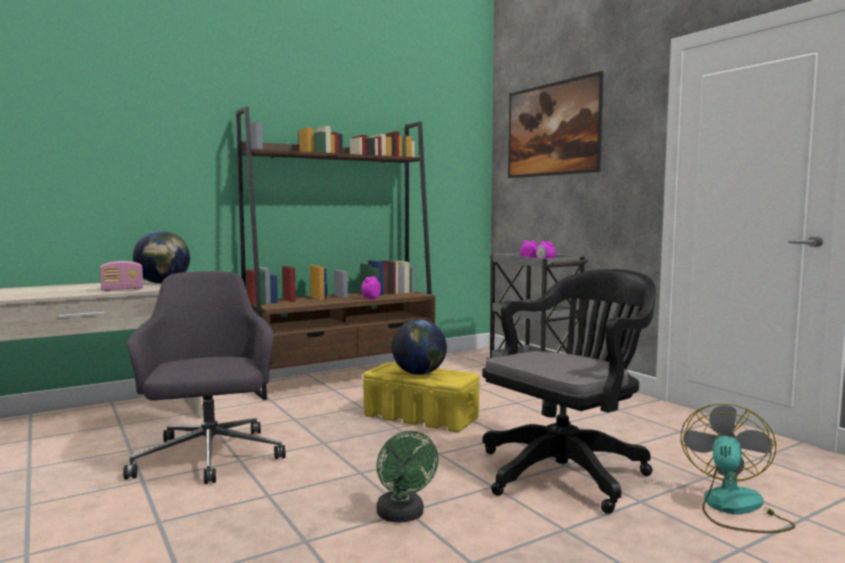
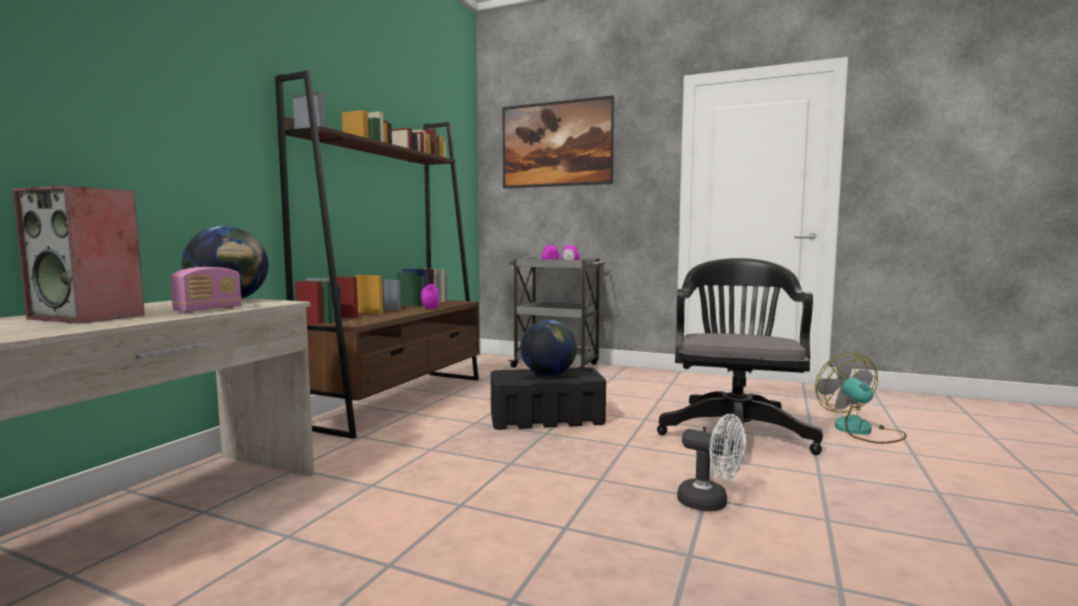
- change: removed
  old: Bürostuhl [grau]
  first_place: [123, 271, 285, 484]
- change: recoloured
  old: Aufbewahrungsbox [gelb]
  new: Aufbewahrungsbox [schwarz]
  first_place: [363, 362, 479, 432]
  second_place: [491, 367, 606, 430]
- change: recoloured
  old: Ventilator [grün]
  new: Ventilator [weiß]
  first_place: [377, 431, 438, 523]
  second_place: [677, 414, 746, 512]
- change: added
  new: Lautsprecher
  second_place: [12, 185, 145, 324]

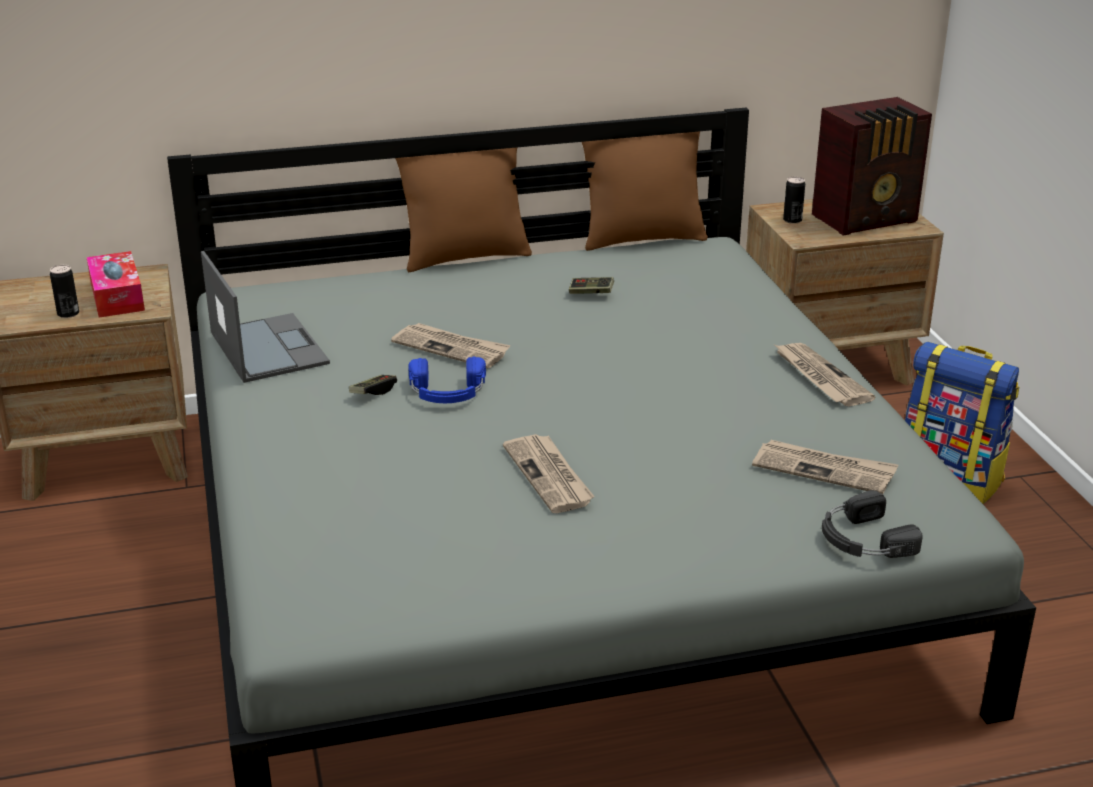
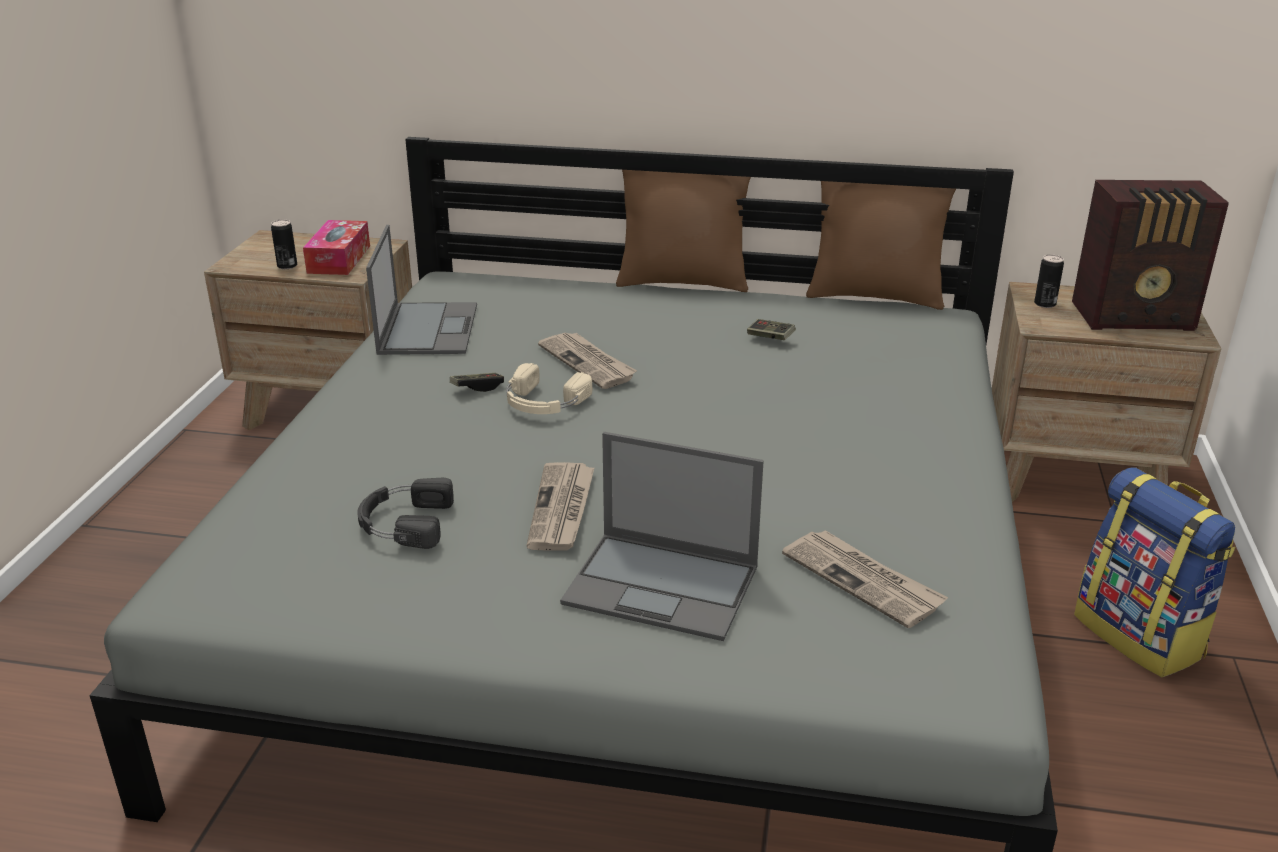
- change: removed
  old: Zeitung
  first_place: [775, 343, 876, 407]
- change: recoloured
  old: Kopfhörer [blau]
  new: Kopfhörer [beige]
  first_place: [408, 356, 486, 403]
  second_place: [506, 363, 592, 414]
- change: moved
  old: Kopfhörer [schwarz]
  first_place: [822, 490, 923, 558]
  second_place: [357, 478, 454, 549]
- change: added
  new: Laptop
  second_place: [560, 432, 764, 641]

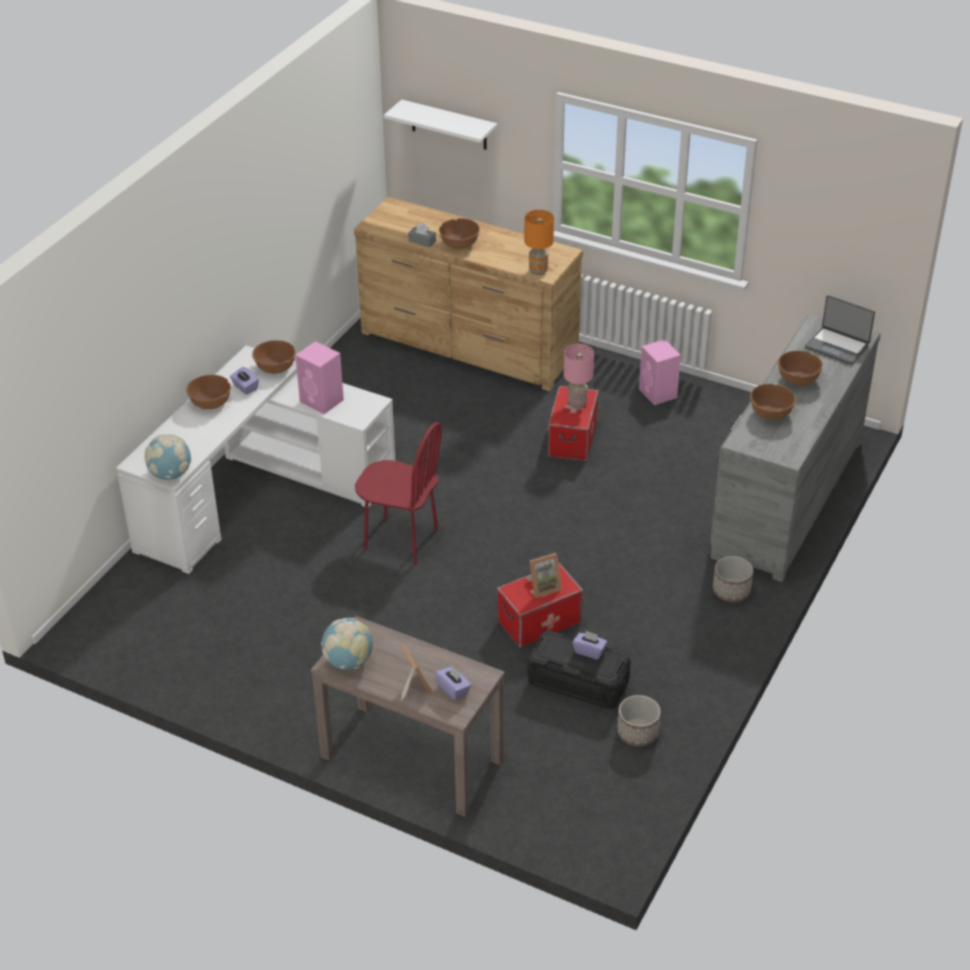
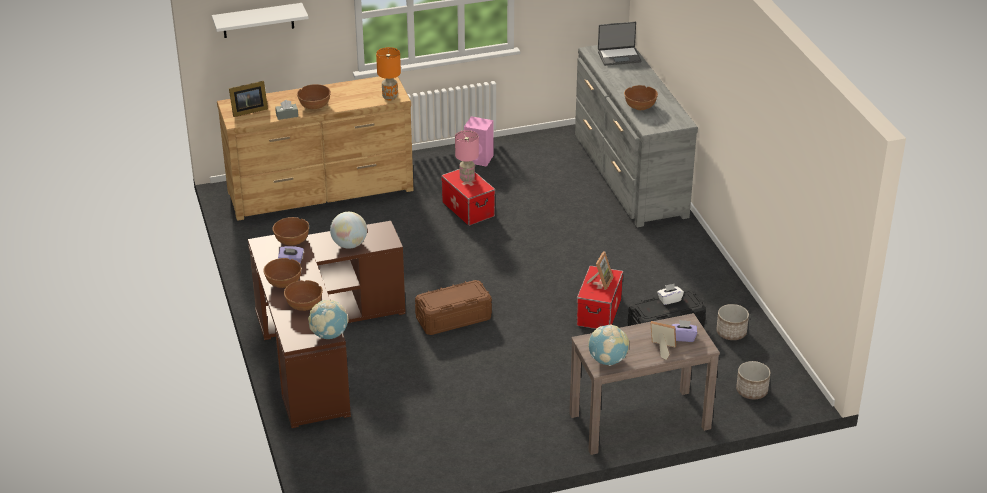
- change: replaced
  old: Lautsprecher [rosa]
  new: Globus
  first_place: [295, 341, 344, 414]
  second_place: [330, 212, 367, 249]
- change: recoloured
  old: Schreibtisch [weiß]
  new: Schreibtisch [braun]
  first_place: [116, 346, 395, 574]
  second_place: [248, 221, 406, 428]
- change: moved
  old: Schüssel [braun]
  first_place: [778, 350, 823, 386]
  second_place: [284, 280, 323, 311]
- change: replaced
  old: Stuhl [rot]
  new: Aufbewahrungsbox [braun]
  first_place: [355, 422, 442, 565]
  second_place: [415, 280, 492, 335]
- change: moved
  old: Pflanzkübel
  first_place: [713, 556, 753, 602]
  second_place: [736, 361, 770, 399]
- change: recoloured
  old: Taschentuchbox [lila]
  new: Taschentuchbox [weiß]
  first_place: [572, 631, 607, 660]
  second_place: [657, 283, 684, 305]
- change: added
  new: Bilderrahmen
  second_place: [229, 81, 268, 117]

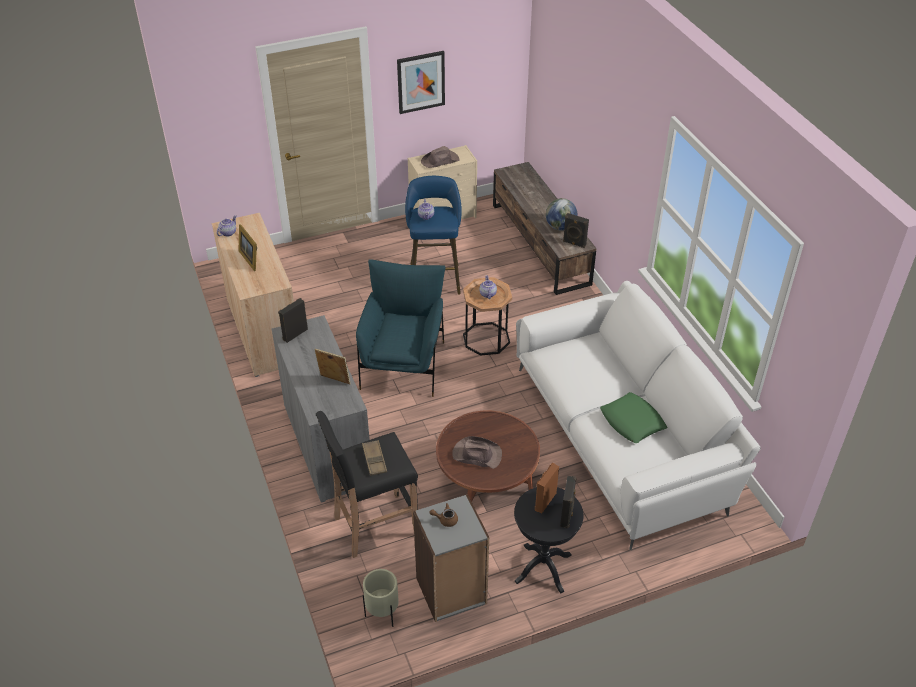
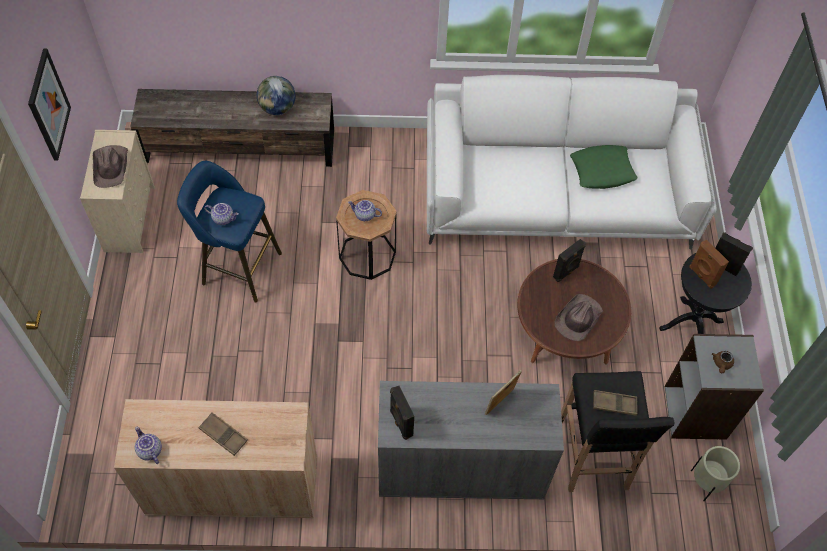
- change: moved
  old: Lautsprecher [schwarz]
  first_place: [563, 213, 589, 248]
  second_place: [553, 239, 586, 282]
- change: replaced
  old: Bilderrahmen
  new: Tablett [braun]
  first_place: [239, 224, 257, 271]
  second_place: [198, 412, 248, 456]
- change: removed
  old: Sessel [blau]
  first_place: [356, 259, 445, 397]

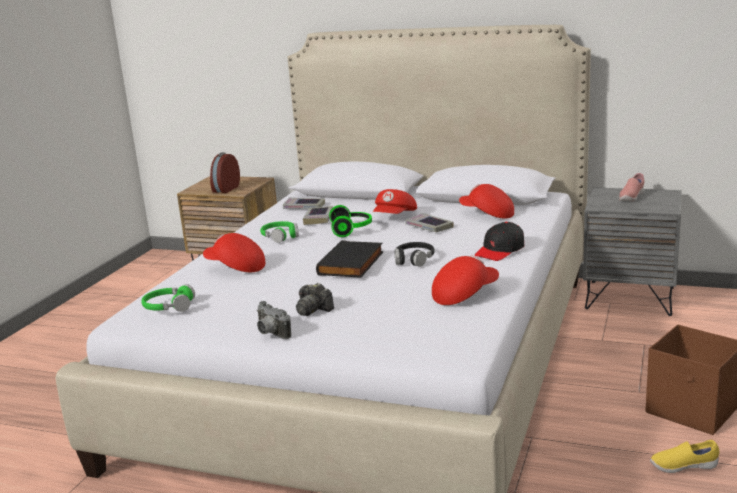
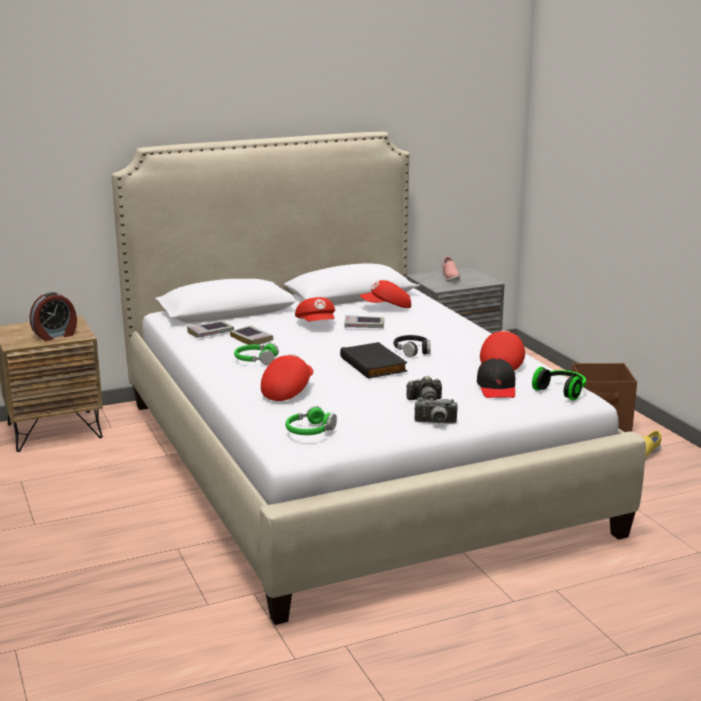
- change: turned
  old: Wecker
  first_place: [210, 152, 240, 193]
  second_place: [30, 292, 77, 341]
  degrees: -105
- change: moved
  old: Kopfhörer
  first_place: [329, 205, 372, 237]
  second_place: [532, 367, 586, 401]
- change: moved
  old: Kappe [schwarz]
  first_place: [474, 222, 524, 261]
  second_place: [477, 358, 515, 398]
- change: turned
  old: Kappe [rot]
  first_place: [203, 233, 265, 272]
  second_place: [261, 354, 313, 401]
  degrees: 135

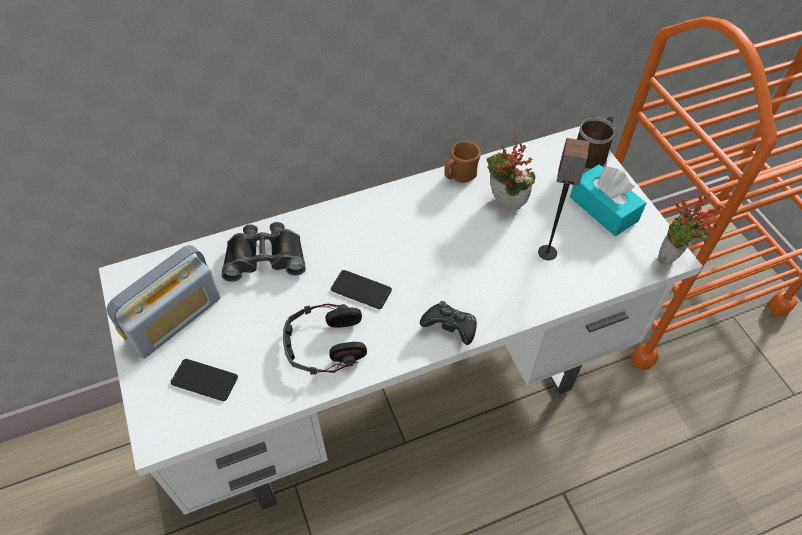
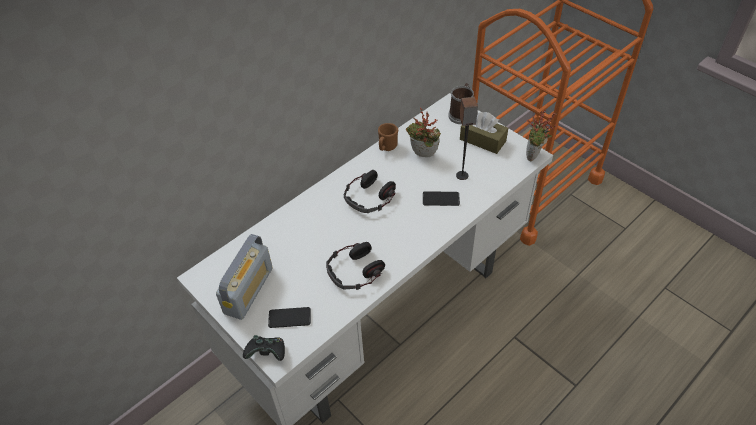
- change: recoloured
  old: Taschentuchbox [türkis]
  new: Taschentuchbox [braun]
  first_place: [570, 164, 646, 236]
  second_place: [460, 112, 508, 154]
- change: removed
  old: Fernglas [schwarz]
  first_place: [222, 222, 306, 282]
- change: moved
  old: Handy
  first_place: [331, 270, 392, 309]
  second_place: [423, 191, 460, 206]
- change: moved
  old: Gamepad [schwarz]
  first_place: [420, 301, 477, 345]
  second_place: [243, 335, 285, 361]
- change: added
  new: Kopfhörer
  second_place: [344, 170, 396, 213]

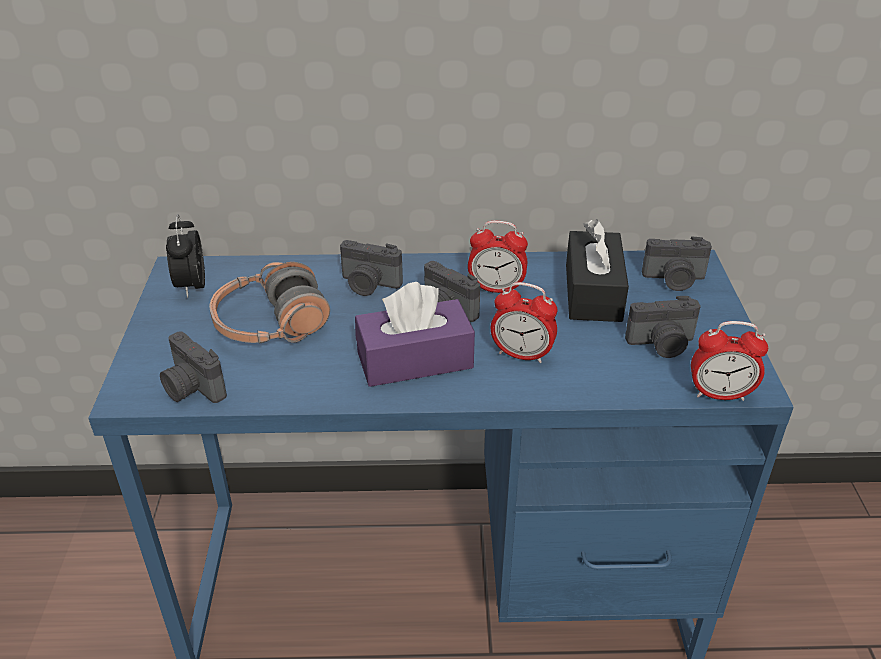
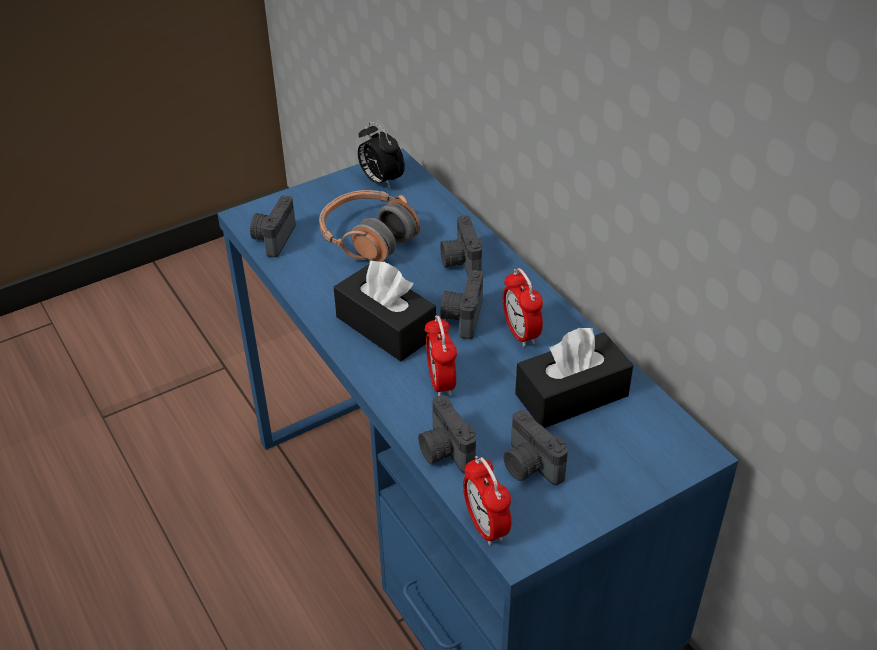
- change: turned
  old: Wecker
  first_place: [166, 214, 205, 298]
  second_place: [358, 121, 405, 189]
  degrees: -90
- change: moved
  old: Kamera
  first_place: [642, 236, 712, 291]
  second_place: [418, 395, 476, 473]
- change: recoloured
  old: Taschentuchbox [lila]
  new: Taschentuchbox [schwarz]
  first_place: [355, 282, 475, 387]
  second_place: [334, 260, 436, 361]

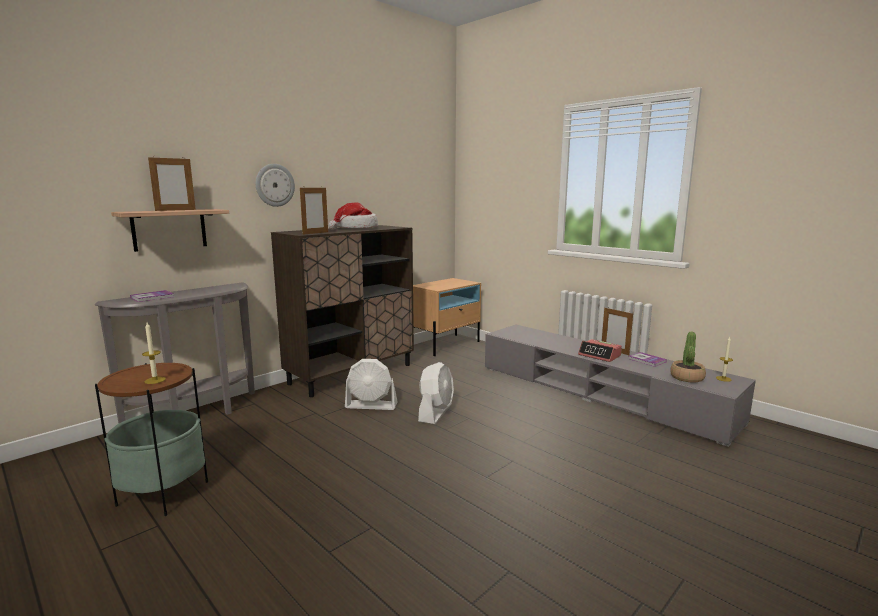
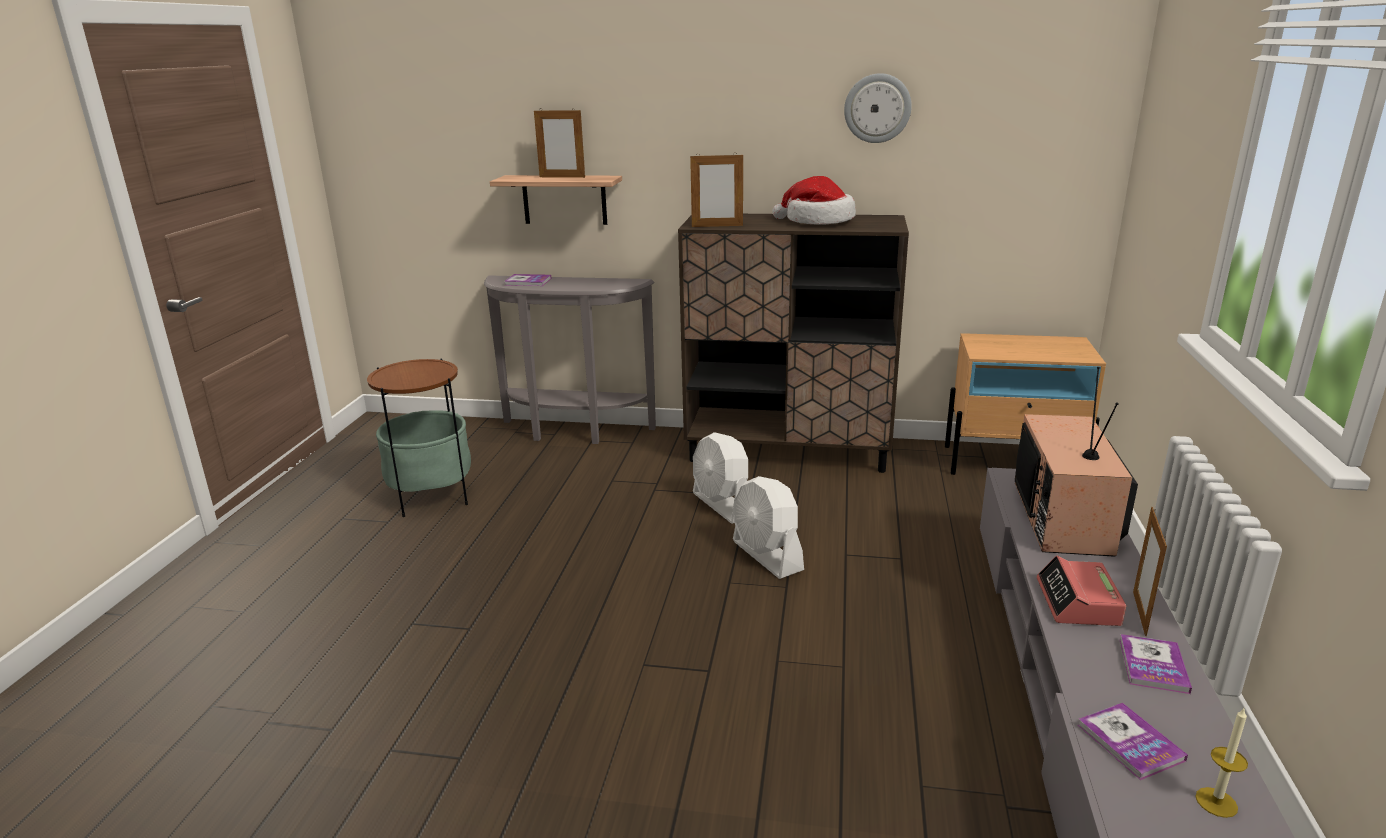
- change: moved
  old: Wanduhr
  first_place: [256, 164, 295, 207]
  second_place: [844, 73, 912, 143]
- change: removed
  old: Kerze
  first_place: [142, 322, 166, 384]
- change: replaced
  old: Topfpflanze
  new: Buch
  first_place: [670, 332, 706, 383]
  second_place: [1078, 703, 1188, 780]
- change: turned
  old: Ventilator [weiß]
  first_place: [418, 362, 454, 424]
  second_place: [733, 476, 804, 579]
  degrees: 75
- change: added
  new: Fernseher
  second_place: [1015, 367, 1138, 557]

